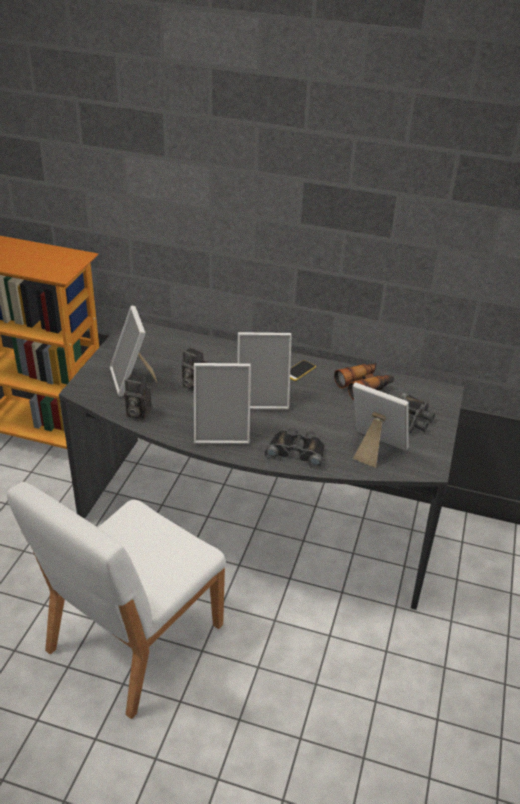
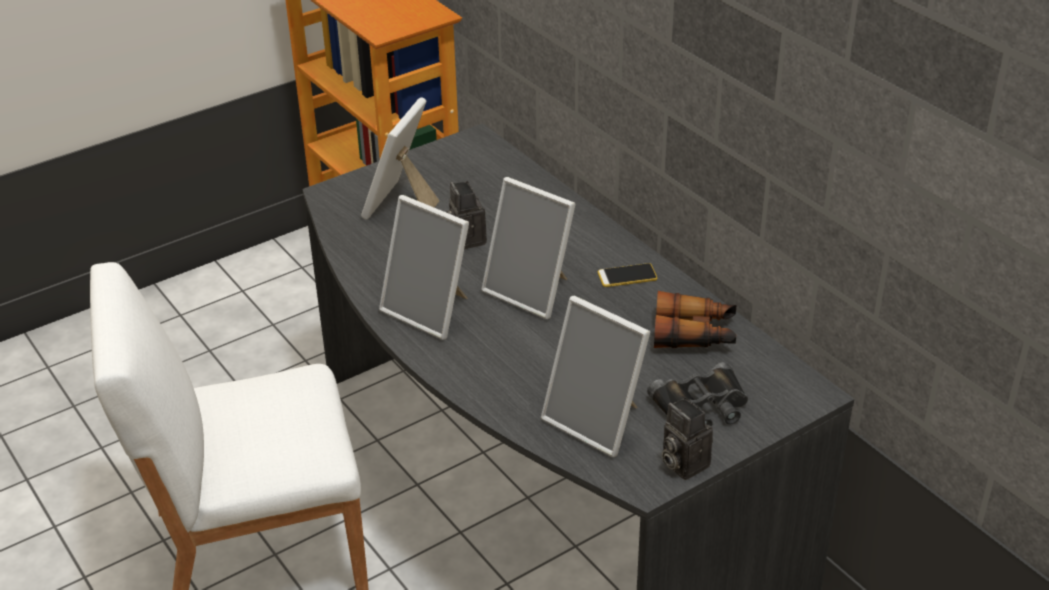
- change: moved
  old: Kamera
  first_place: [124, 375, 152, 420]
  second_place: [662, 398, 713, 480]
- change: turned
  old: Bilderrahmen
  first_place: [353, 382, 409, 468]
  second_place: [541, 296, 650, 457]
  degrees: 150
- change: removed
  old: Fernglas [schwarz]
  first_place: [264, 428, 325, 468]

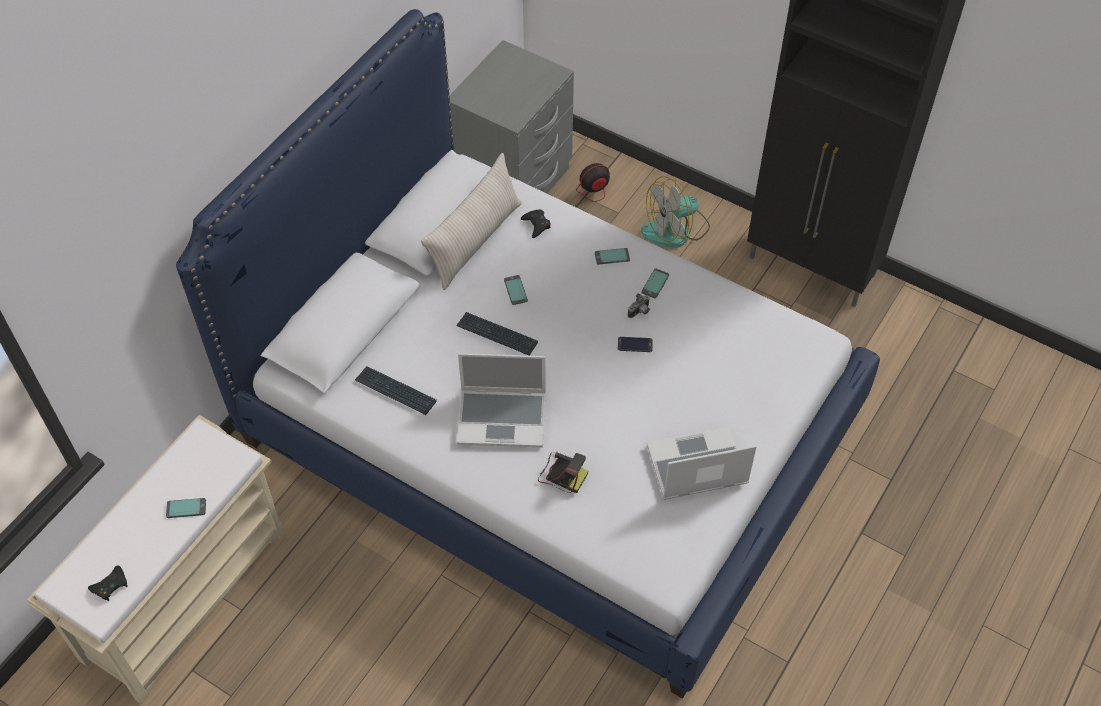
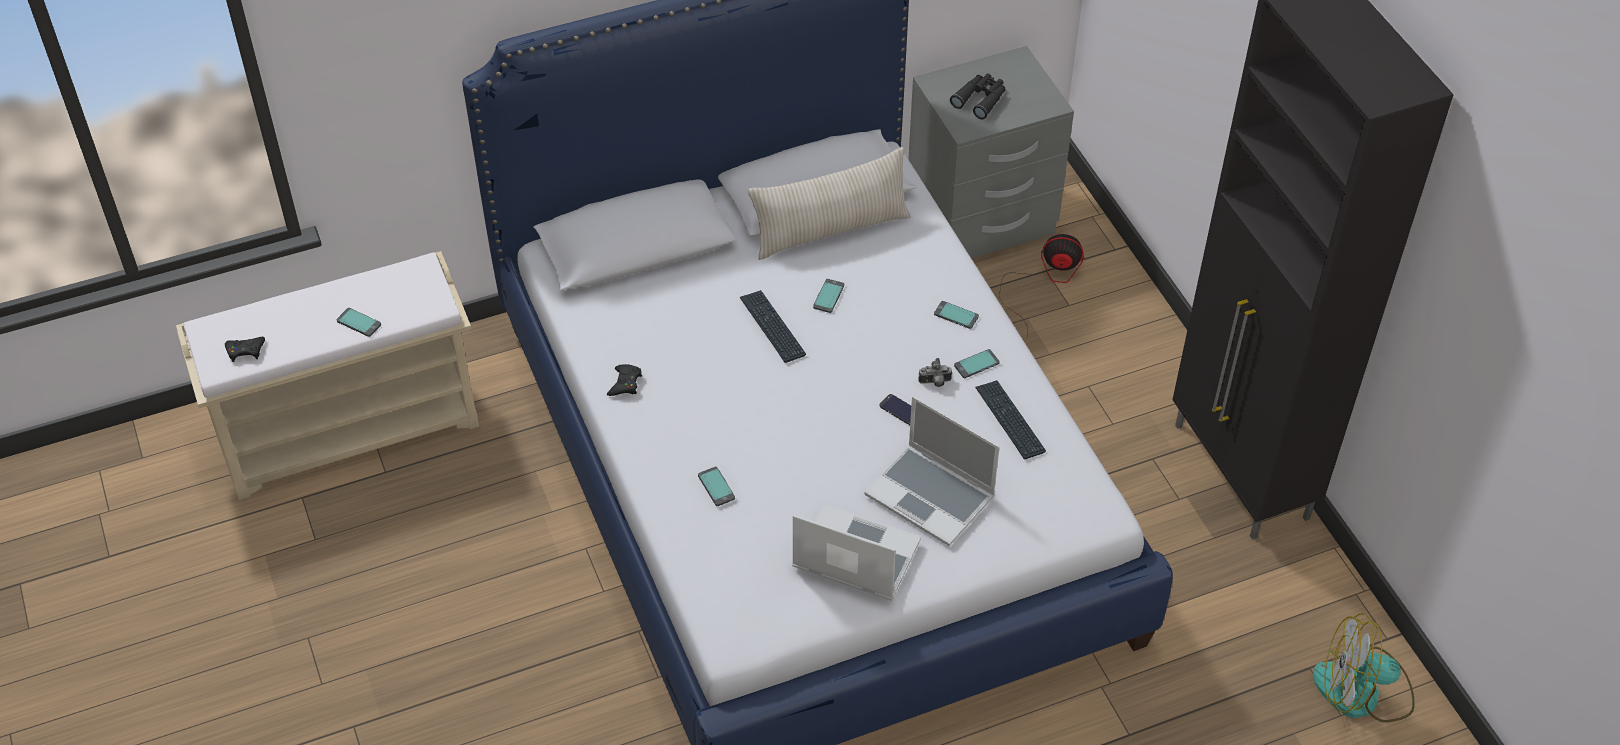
- change: moved
  old: Ventilator
  first_place: [641, 176, 710, 248]
  second_place: [1313, 613, 1415, 723]
- change: moved
  old: Gamepad [schwarz]
  first_place: [521, 210, 551, 238]
  second_place: [607, 364, 642, 396]
- change: moved
  old: Laptop
  first_place: [457, 353, 546, 447]
  second_place: [864, 396, 1000, 546]
- change: moved
  old: Tastatur
  first_place: [355, 366, 437, 415]
  second_place: [976, 380, 1046, 459]
- change: replaced
  old: Kamera
  new: Handy
  first_place: [538, 452, 588, 493]
  second_place: [698, 467, 735, 506]
- change: added
  new: Fernglas [schwarz]
  second_place: [950, 73, 1006, 119]

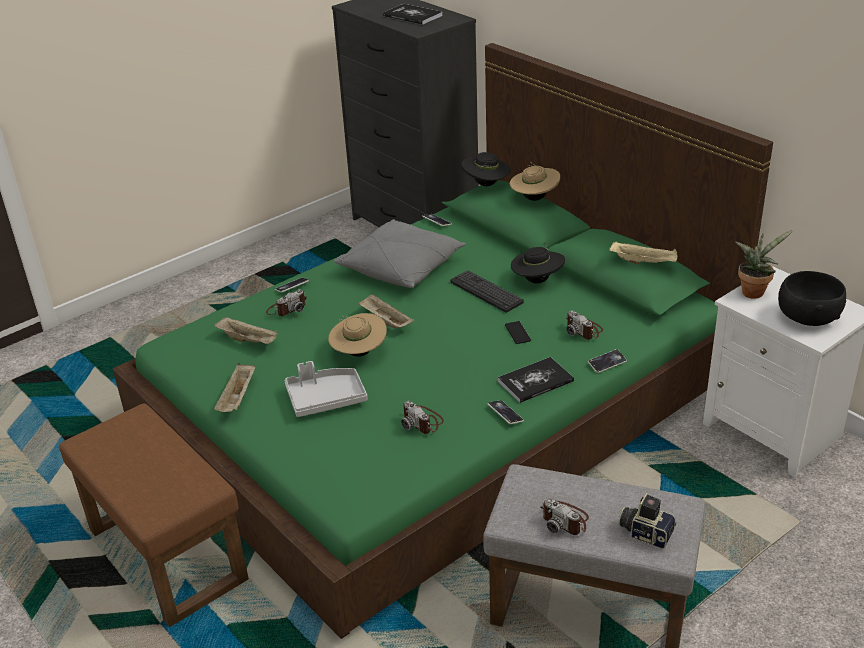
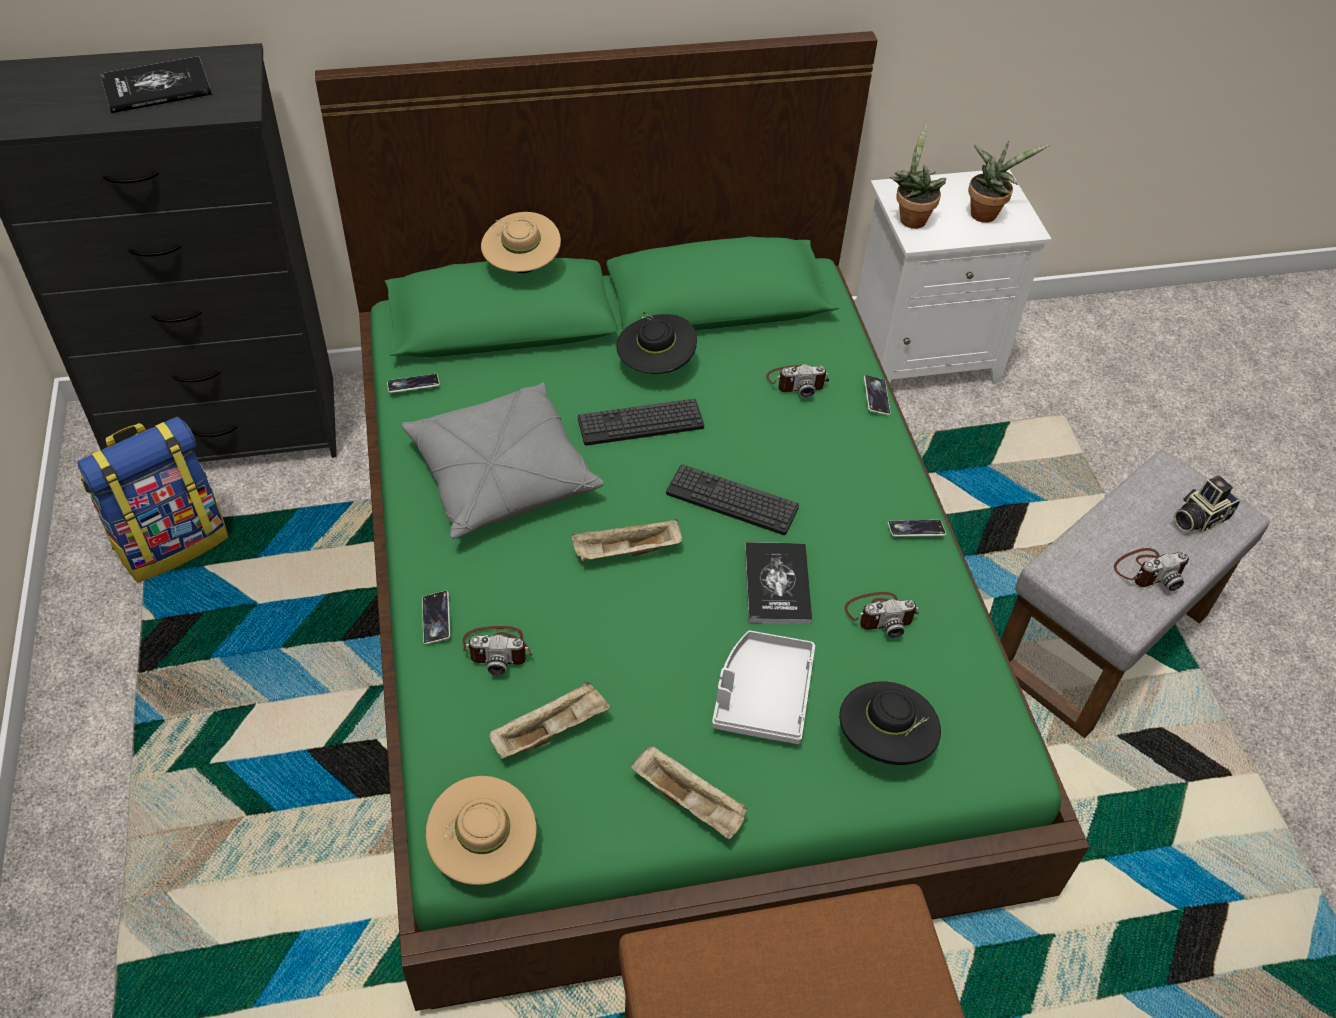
- change: moved
  old: Hut [schwarz]
  first_place: [461, 152, 511, 186]
  second_place: [839, 681, 941, 765]
- change: removed
  old: Tablett [beige]
  first_place: [609, 241, 677, 264]
- change: replaced
  old: Schüssel [schwarz]
  new: Topfpflanze
  first_place: [778, 271, 846, 326]
  second_place: [968, 141, 1049, 223]
- change: turned
  old: Kamera
  first_place: [266, 289, 307, 316]
  second_place: [462, 626, 532, 675]
  degrees: 105
- change: moved
  old: Hut [beige]
  first_place: [328, 313, 387, 357]
  second_place: [426, 776, 537, 885]
- change: removed
  old: Handy
  first_place: [505, 321, 531, 344]
- change: moved
  old: Buch
  first_place: [498, 357, 574, 403]
  second_place: [745, 542, 812, 624]
- change: added
  new: Rucksack
  second_place: [77, 417, 228, 583]
- change: added
  new: Tastatur
  second_place: [666, 464, 799, 535]

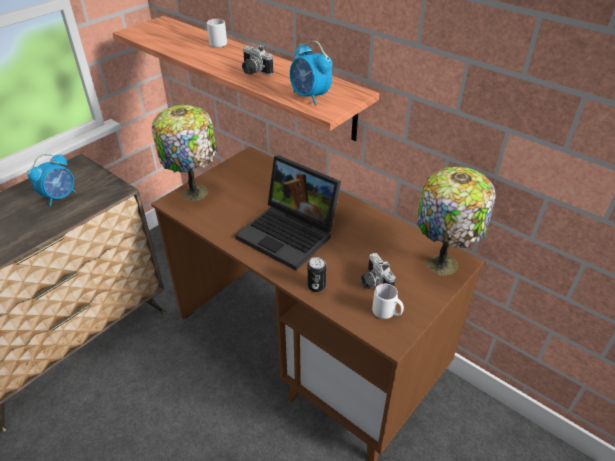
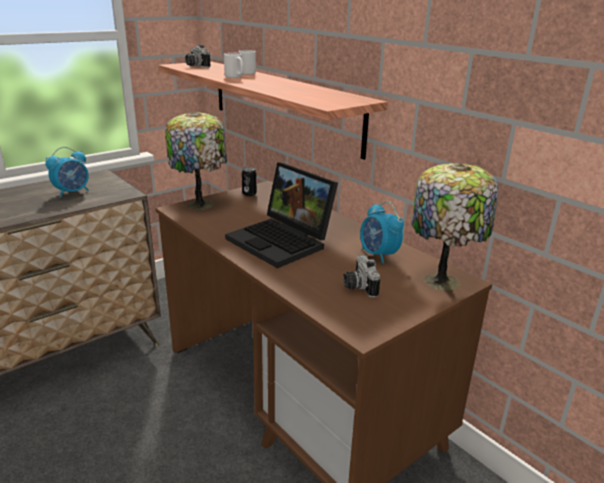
- change: moved
  old: Wecker
  first_place: [290, 41, 332, 105]
  second_place: [360, 202, 404, 263]
- change: moved
  old: Kamera
  first_place: [242, 45, 273, 75]
  second_place: [185, 45, 210, 68]
- change: moved
  old: Dose
  first_place: [307, 257, 326, 292]
  second_place: [242, 167, 257, 196]
- change: moved
  old: Henkelbecher [weiß]
  first_place: [372, 283, 404, 319]
  second_place: [224, 52, 244, 78]

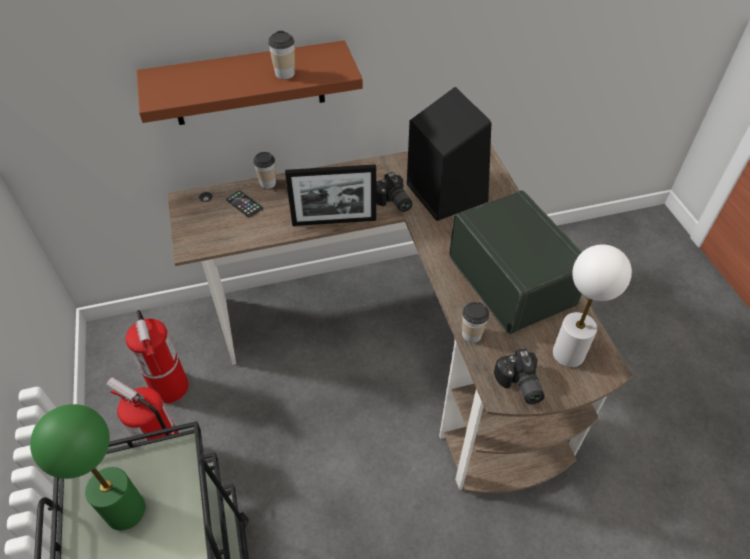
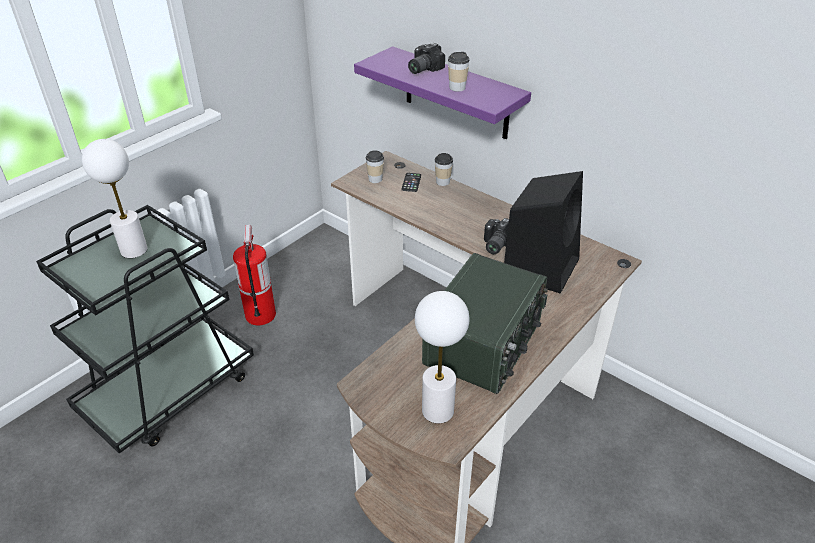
- change: recoloured
  old: Wandregal [braun]
  new: Wandregal [lila]
  first_place: [137, 40, 363, 125]
  second_place: [354, 46, 531, 139]
- change: removed
  old: Bilderrahmen
  first_place: [285, 164, 376, 226]
- change: moved
  old: Tasse
  first_place: [462, 302, 489, 343]
  second_place: [366, 150, 384, 183]
- change: removed
  old: Feuerlöscher
  first_place: [126, 310, 189, 403]
- change: moved
  old: Kamera
  first_place: [494, 348, 544, 404]
  second_place: [408, 43, 445, 74]
- change: recoloured
  old: Tischlampe [grün]
  new: Tischlampe [weiß]
  first_place: [30, 404, 145, 530]
  second_place: [82, 139, 148, 258]

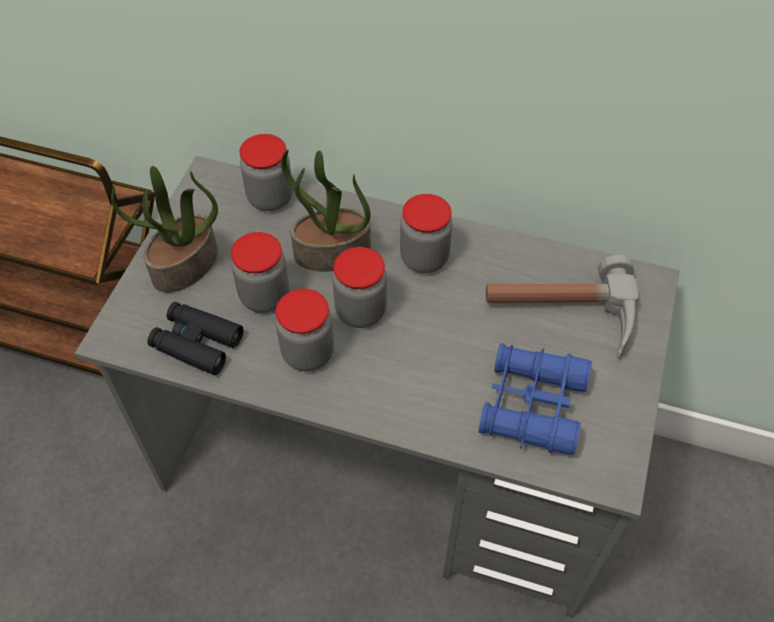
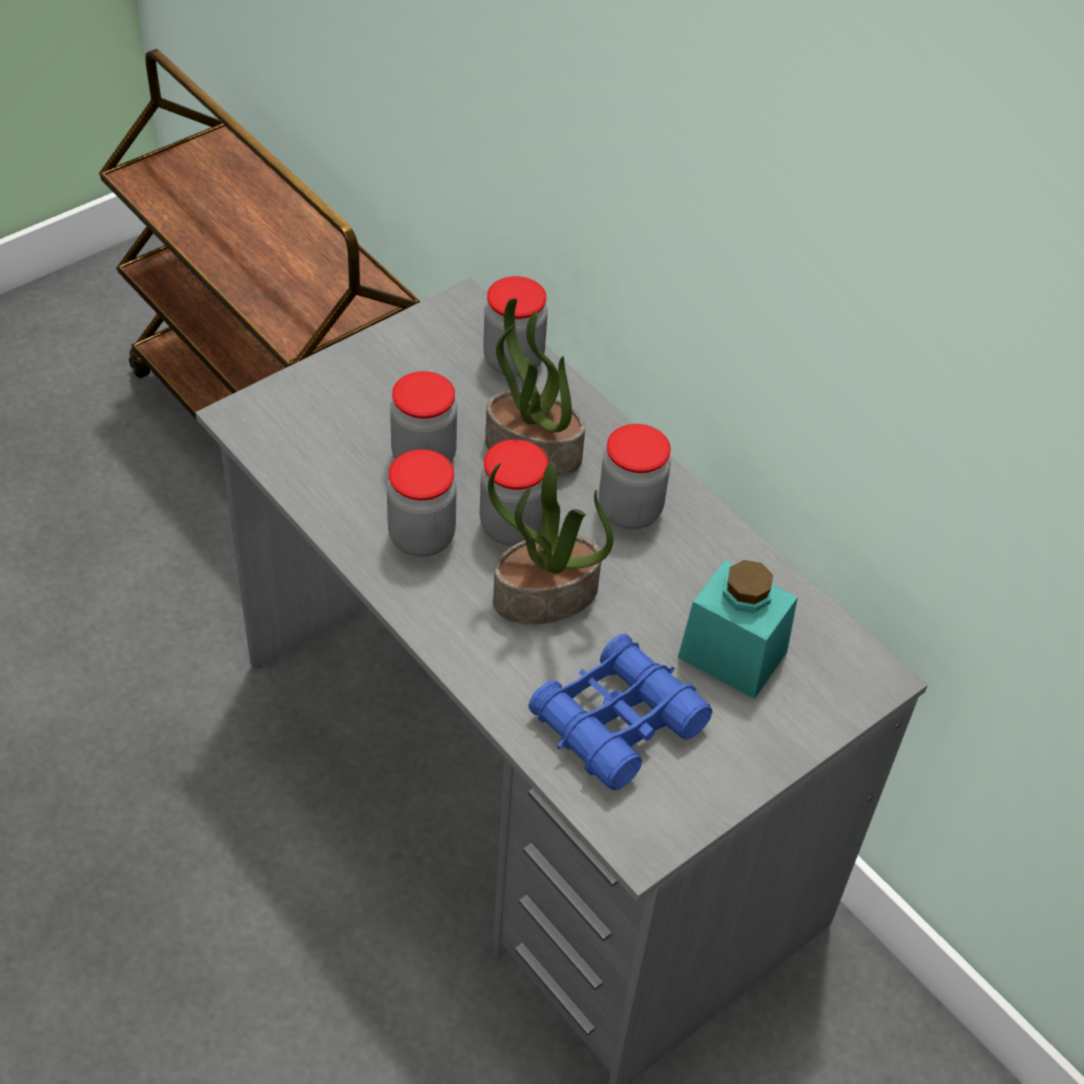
- change: moved
  old: Topfpflanze
  first_place: [111, 166, 218, 293]
  second_place: [488, 463, 613, 624]
- change: replaced
  old: Hammer
  new: Vorratsglas [türkis]
  first_place: [486, 255, 639, 358]
  second_place: [678, 560, 798, 699]
- change: removed
  old: Fernglas [schwarz]
  first_place: [147, 302, 243, 375]

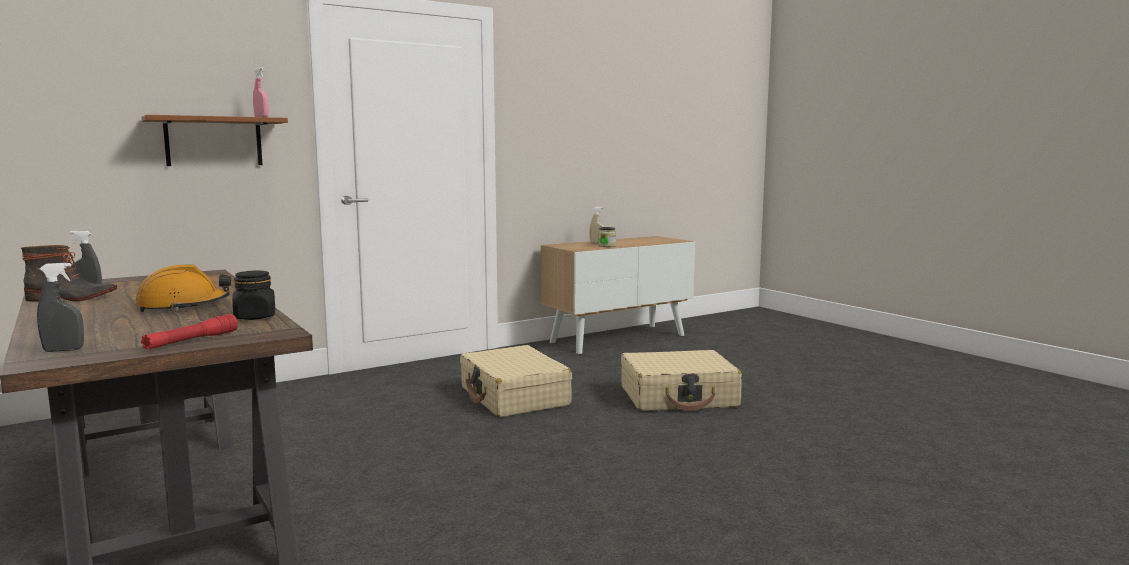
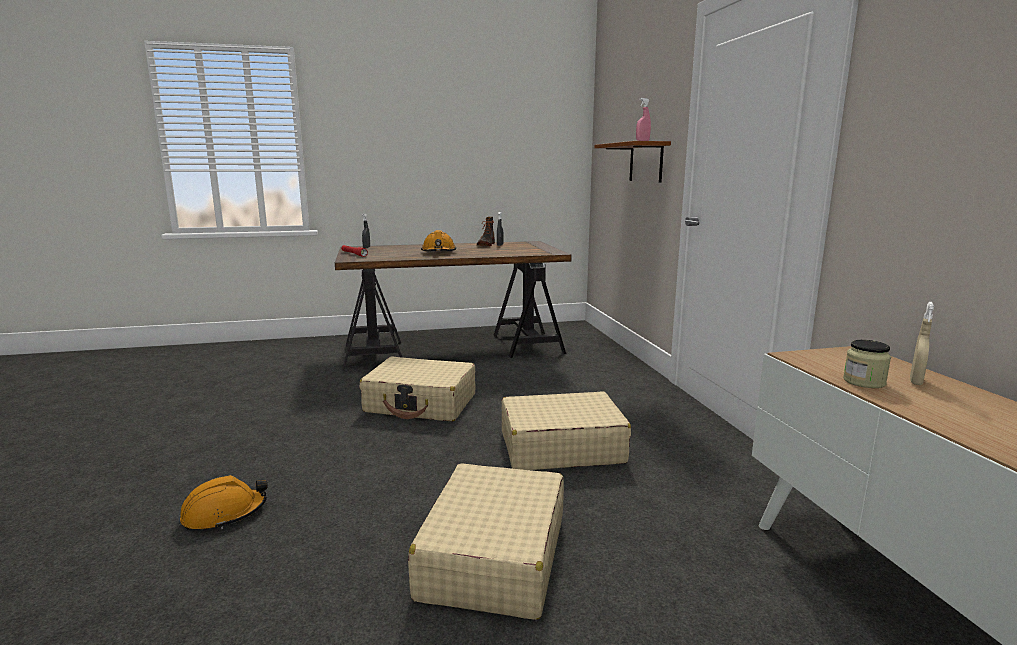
- change: removed
  old: Vorratsglas [schwarz]
  first_place: [232, 271, 275, 320]
- change: added
  new: Koffer [beige]
  second_place: [360, 356, 476, 422]
- change: added
  new: Schutzhelm [orange]
  second_place: [180, 475, 268, 530]

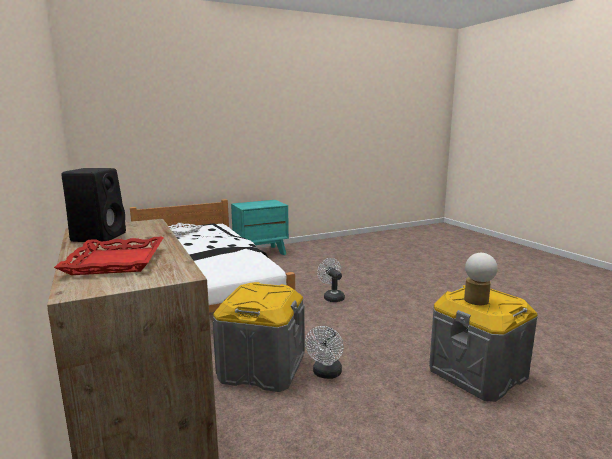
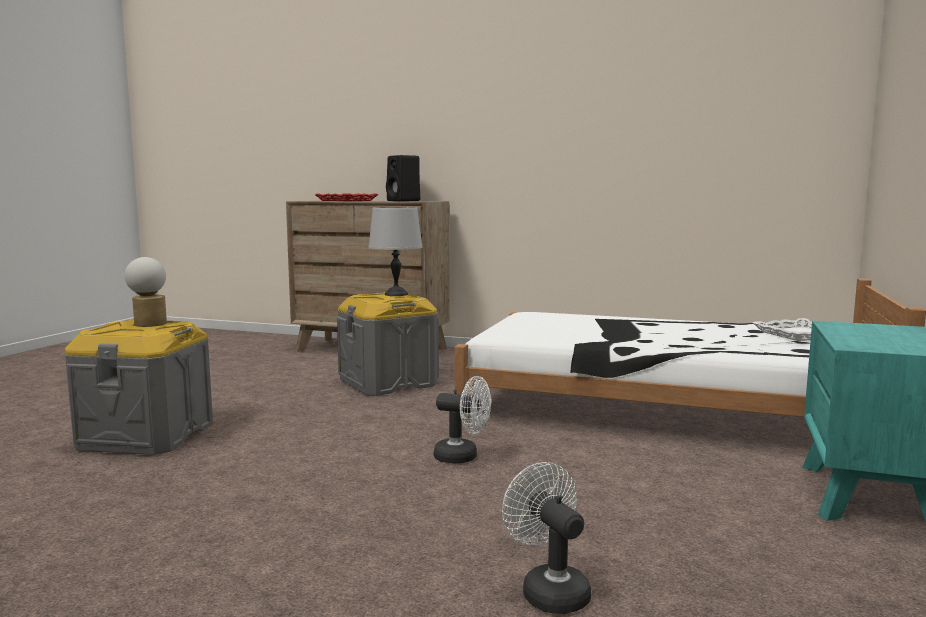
- change: moved
  old: Ventilator [weiß]
  first_place: [305, 326, 344, 379]
  second_place: [502, 462, 591, 614]
- change: added
  new: Tischlampe [grau]
  second_place: [368, 207, 423, 296]

